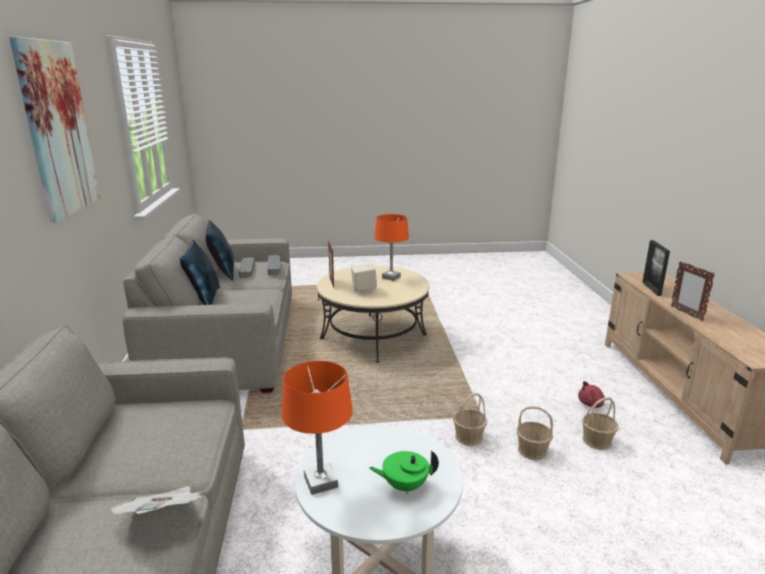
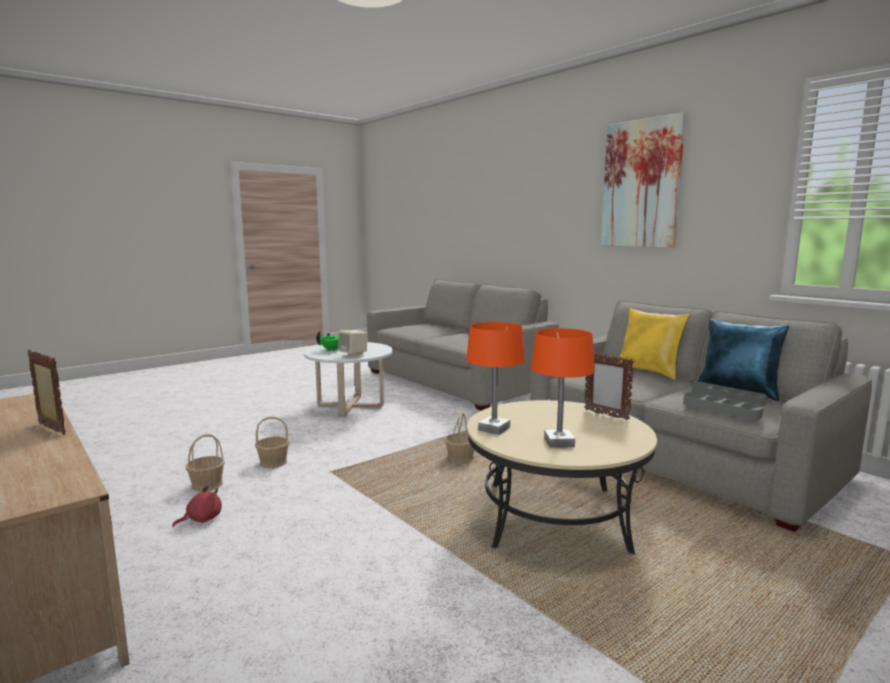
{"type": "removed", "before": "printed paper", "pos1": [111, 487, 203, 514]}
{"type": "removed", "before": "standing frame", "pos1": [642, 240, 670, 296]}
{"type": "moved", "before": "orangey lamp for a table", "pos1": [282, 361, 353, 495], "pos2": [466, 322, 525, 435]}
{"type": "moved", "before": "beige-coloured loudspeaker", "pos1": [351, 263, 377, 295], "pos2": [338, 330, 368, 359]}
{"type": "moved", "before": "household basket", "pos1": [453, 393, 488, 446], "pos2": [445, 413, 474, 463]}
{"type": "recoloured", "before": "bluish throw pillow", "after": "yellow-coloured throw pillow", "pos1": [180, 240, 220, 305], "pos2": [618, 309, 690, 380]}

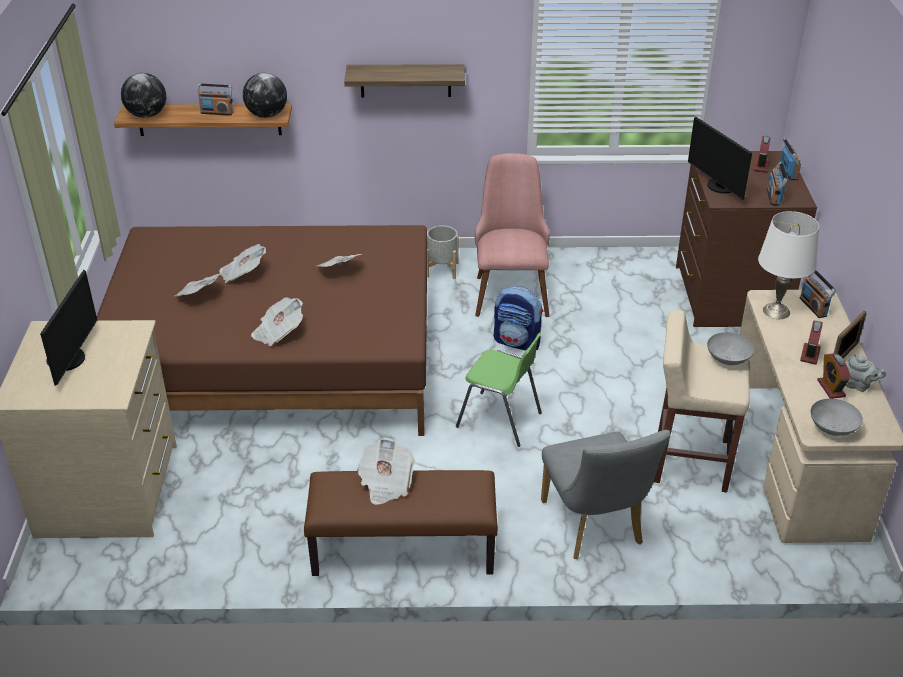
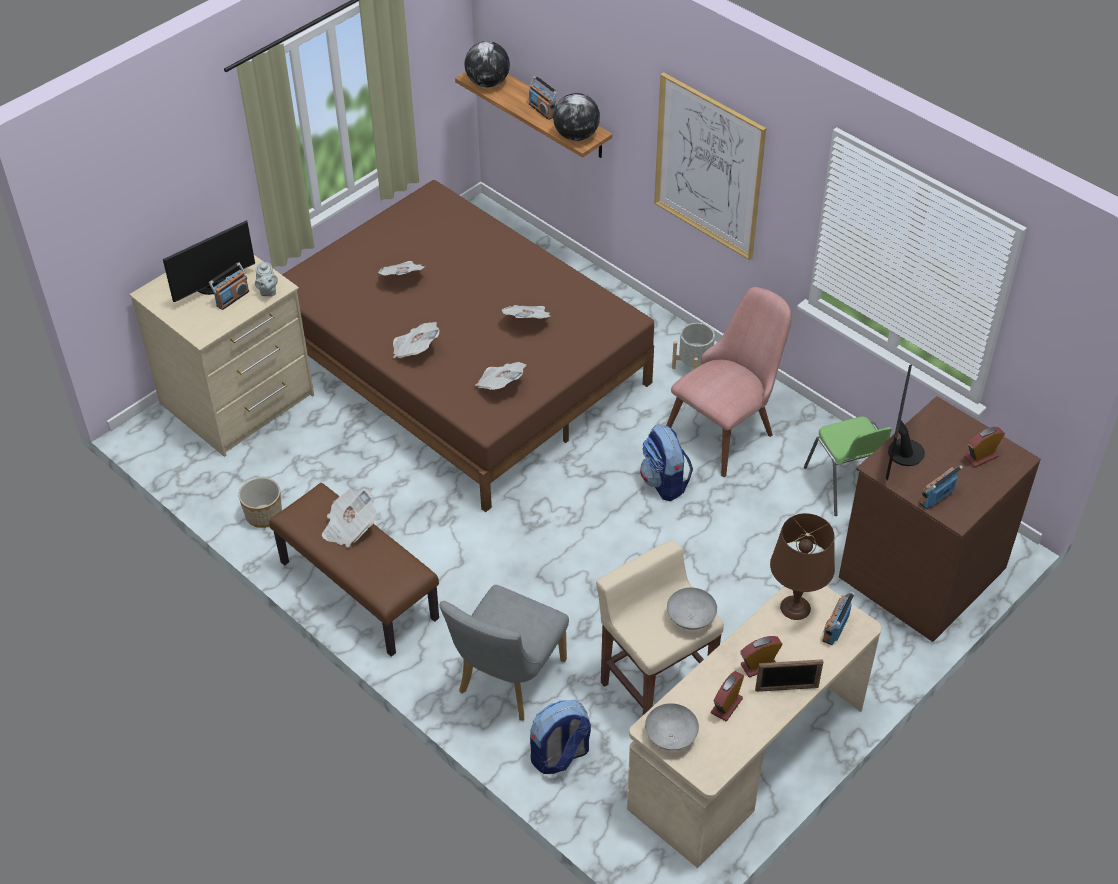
{"type": "added", "after": "planter", "pos2": [238, 477, 282, 528]}
{"type": "added", "after": "knapsack", "pos2": [530, 700, 591, 774]}
{"type": "moved", "before": "printed paper", "pos1": [219, 244, 266, 283], "pos2": [475, 362, 526, 390]}
{"type": "moved", "before": "greenish upright chair", "pos1": [456, 333, 542, 447], "pos2": [804, 416, 892, 516]}
{"type": "moved", "before": "radio", "pos1": [780, 138, 801, 180], "pos2": [209, 263, 249, 310]}
{"type": "moved", "before": "grey pot for tea", "pos1": [845, 354, 886, 392], "pos2": [255, 261, 278, 296]}
{"type": "replaced", "before": "wall shelf", "after": "wall art", "pos1": [344, 64, 465, 97], "pos2": [654, 72, 766, 260]}
{"type": "recoloured", "before": "whitish lamp for a table", "after": "brownish lamp for a table", "pos1": [758, 211, 819, 319], "pos2": [770, 513, 835, 620]}

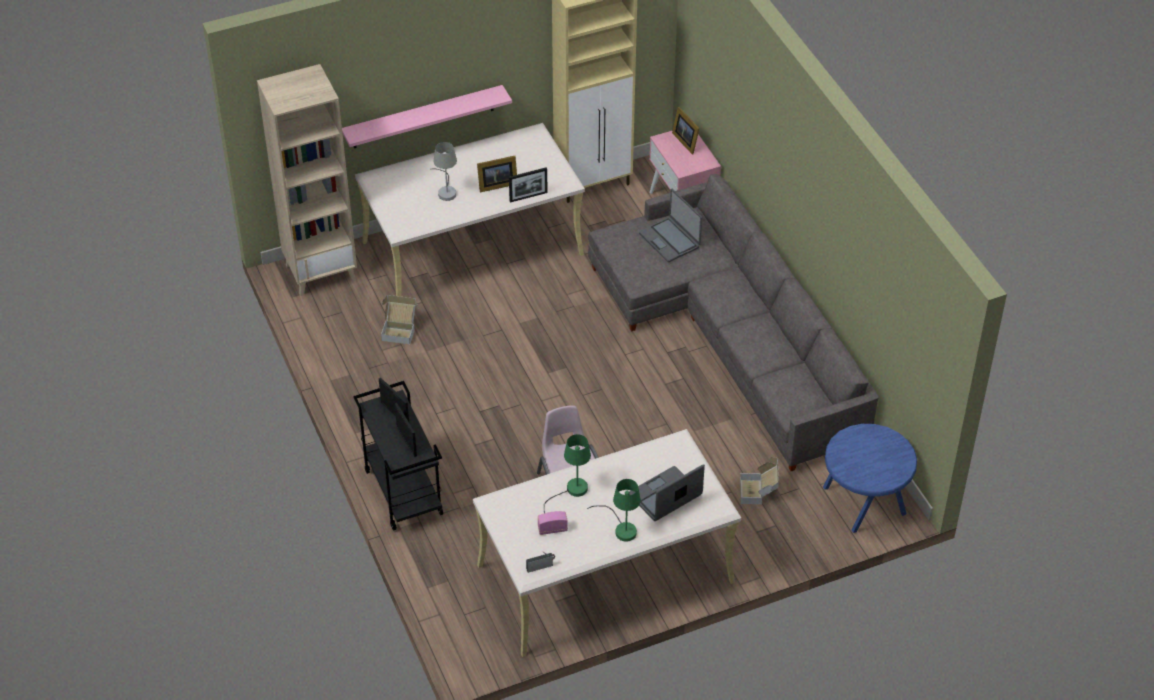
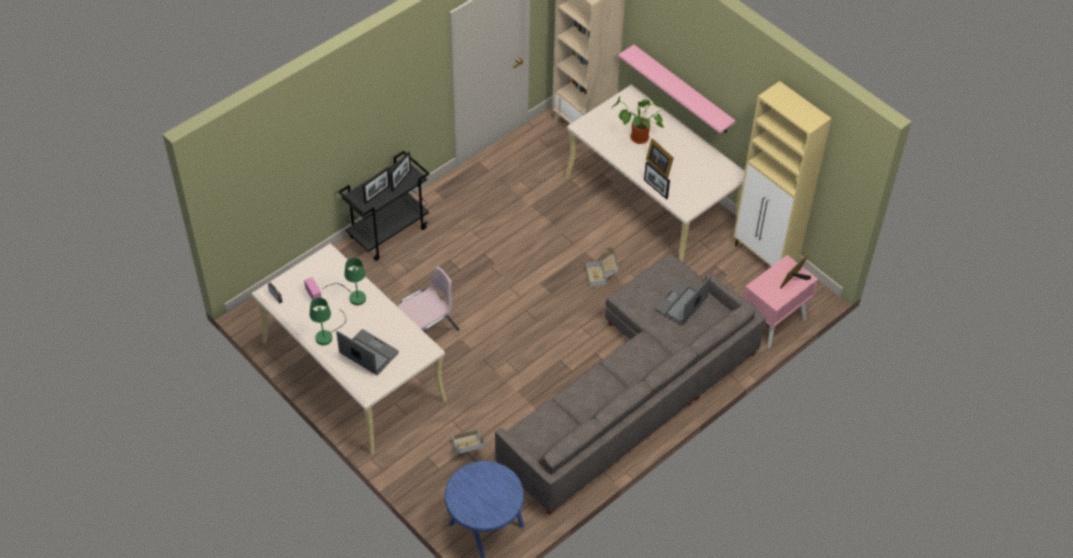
{"type": "moved", "before": "packing box", "pos1": [381, 295, 418, 345], "pos2": [586, 248, 618, 286]}
{"type": "replaced", "before": "grey lamp for a table", "after": "plant in a pot", "pos1": [434, 142, 457, 201], "pos2": [611, 96, 666, 144]}

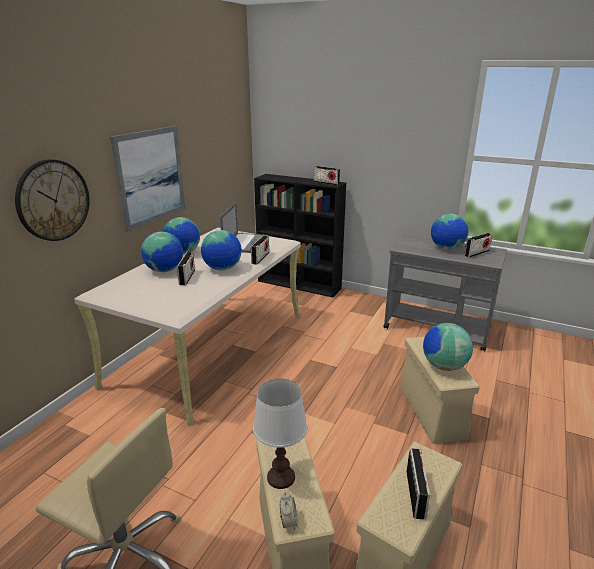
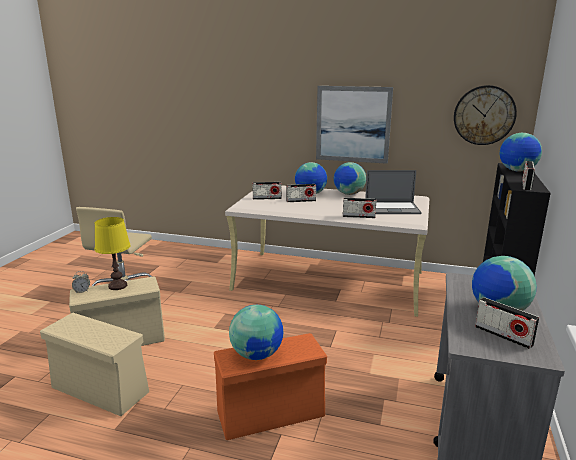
{"type": "moved", "before": "hanging clock", "pos1": [15, 159, 89, 241], "pos2": [454, 85, 517, 145]}
{"type": "moved", "before": "world globe", "pos1": [201, 230, 242, 270], "pos2": [500, 133, 542, 172]}
{"type": "moved", "before": "radio", "pos1": [407, 449, 430, 519], "pos2": [252, 182, 282, 200]}
{"type": "recoloured", "before": "whitish lamp for a table", "after": "yellow-coloured lamp for a table", "pos1": [253, 378, 307, 489], "pos2": [95, 217, 131, 290]}
{"type": "recoloured", "before": "beige-coloured storage box", "after": "orangey storage box", "pos1": [400, 337, 480, 444], "pos2": [214, 333, 327, 440]}

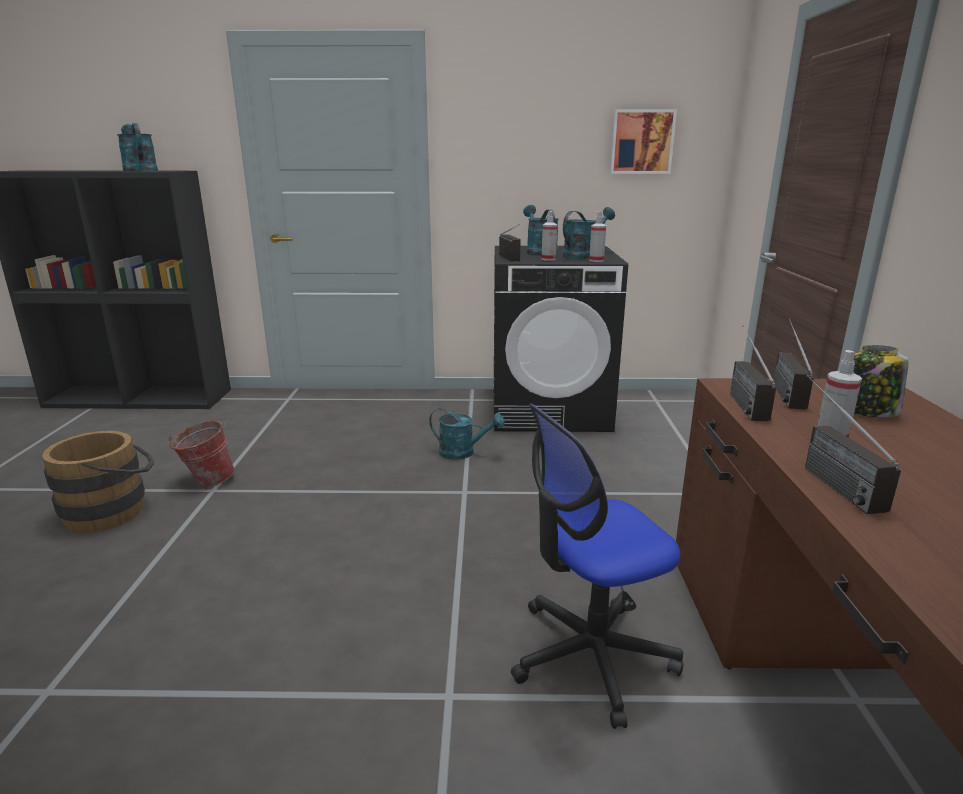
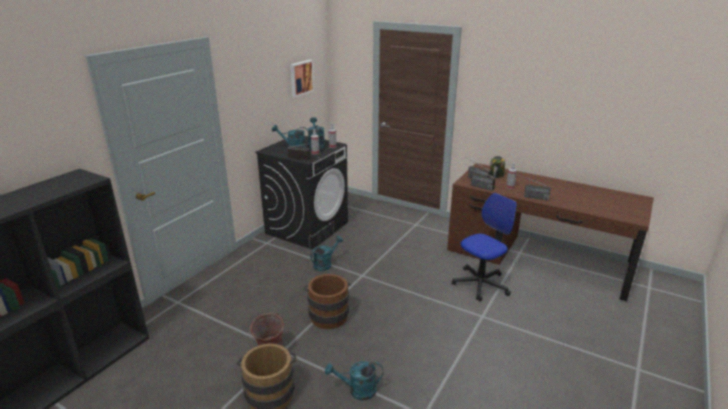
{"type": "added", "after": "brownish pail", "pos2": [303, 274, 351, 329]}
{"type": "moved", "before": "turquoise watering can", "pos1": [117, 123, 158, 172], "pos2": [325, 361, 383, 400]}
{"type": "turned", "before": "desk chair", "pos1": [511, 403, 683, 729], "pos2": [451, 193, 517, 301], "turn": -135}

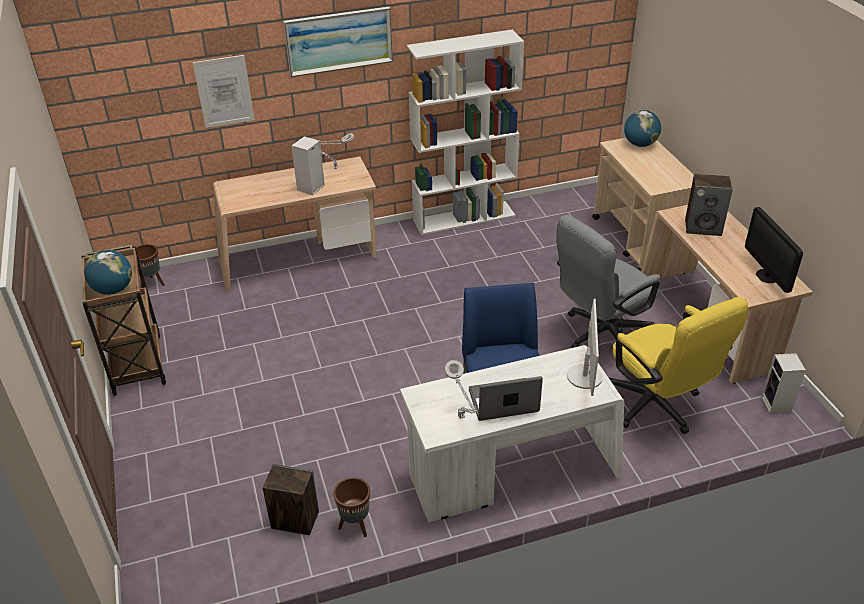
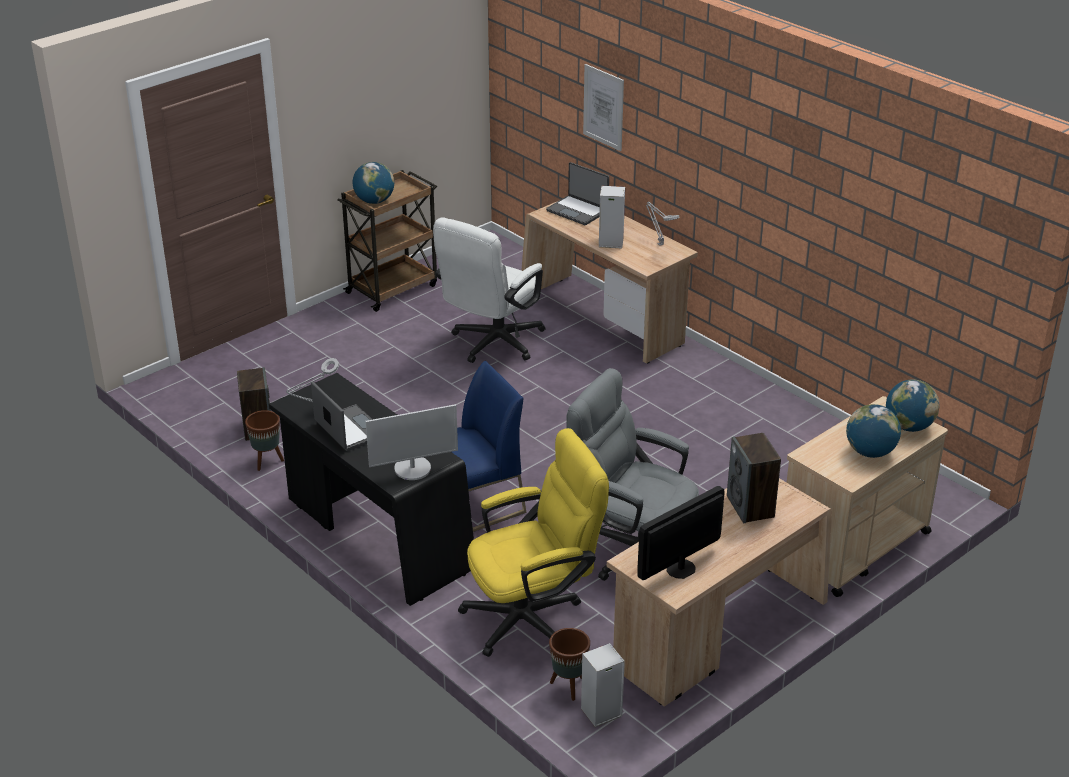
{"type": "removed", "before": "wall art", "pos1": [283, 7, 393, 77]}
{"type": "removed", "before": "whitish shelving unit", "pos1": [407, 29, 524, 235]}
{"type": "added", "after": "whitish desk chair", "pos2": [433, 217, 546, 363]}
{"type": "added", "after": "notebook computer", "pos2": [546, 162, 609, 225]}
{"type": "added", "after": "world globe", "pos2": [846, 404, 901, 458]}
{"type": "moved", "before": "brownish planter", "pos1": [136, 244, 165, 288], "pos2": [549, 628, 590, 701]}
{"type": "recoloured", "before": "whitish desk", "after": "black-coloured desk", "pos1": [400, 345, 624, 523], "pos2": [269, 373, 474, 606]}
{"type": "turned", "before": "yellow-coloured desk chair", "pos1": [608, 297, 748, 434], "pos2": [458, 428, 609, 657], "turn": -150}

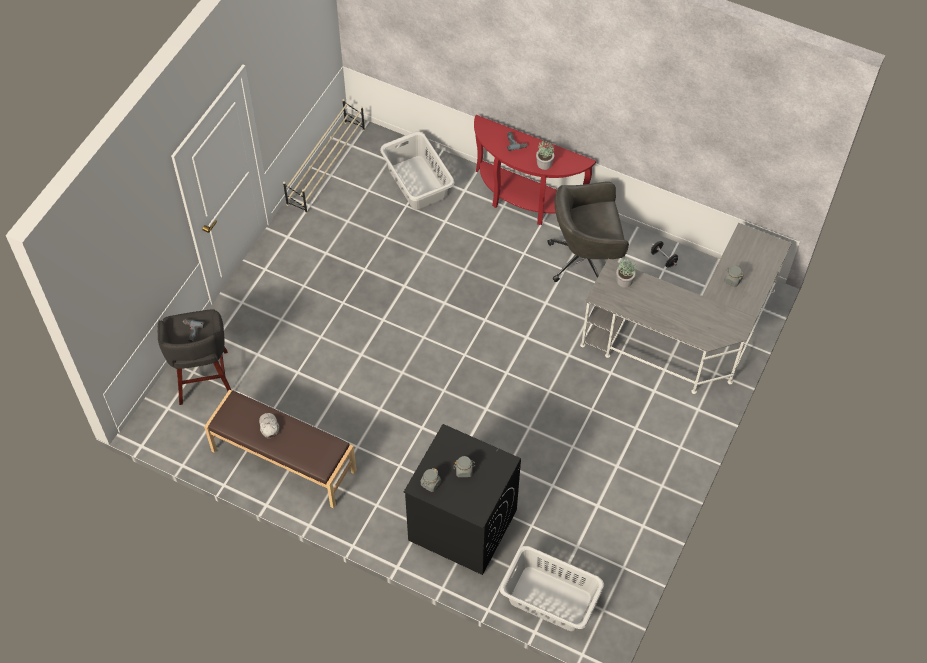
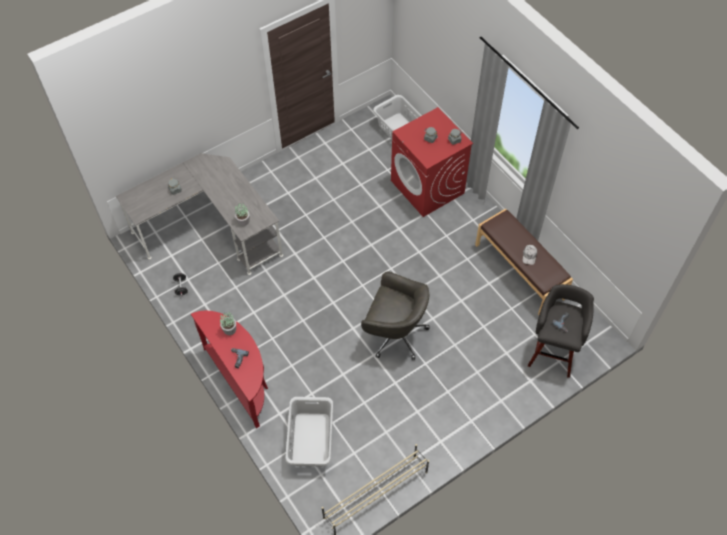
{"type": "moved", "before": "grey desk chair", "pos1": [547, 181, 629, 282], "pos2": [361, 271, 430, 360]}
{"type": "recoloured", "before": "black-coloured washing machine", "after": "reddish washing machine", "pos1": [404, 424, 521, 575], "pos2": [391, 107, 473, 217]}

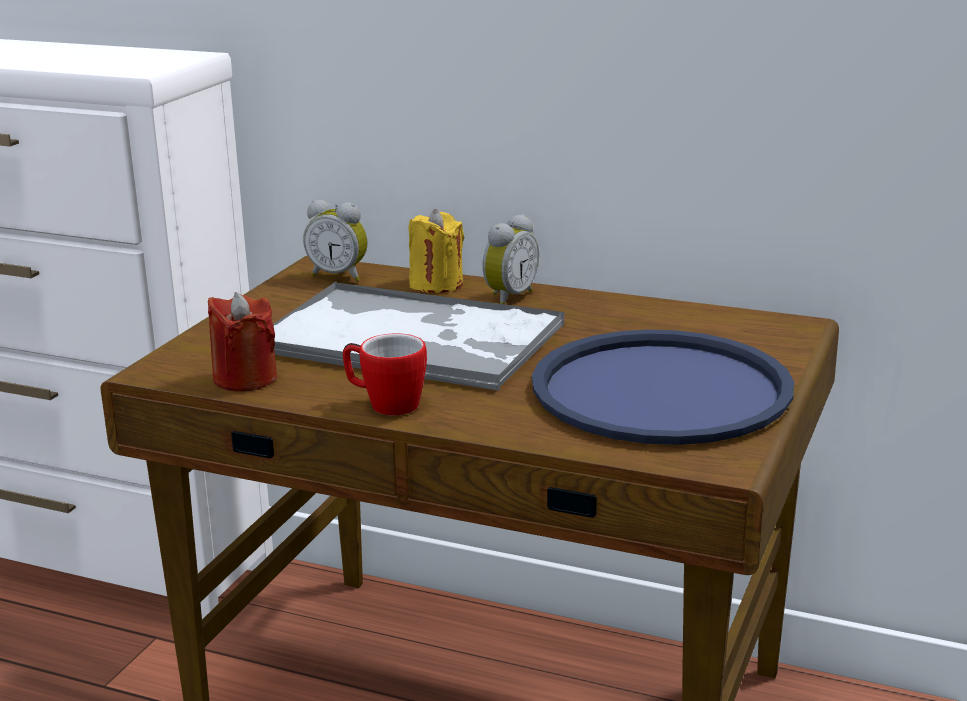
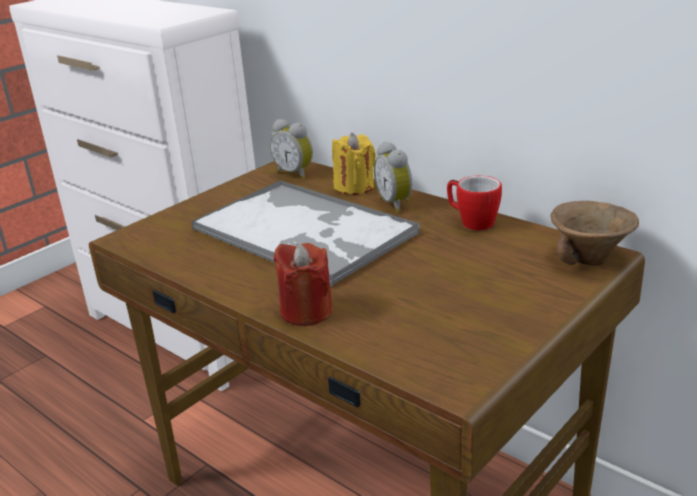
{"type": "removed", "before": "bluish carrying tray", "pos1": [532, 330, 794, 445]}
{"type": "added", "after": "brownish bowl", "pos2": [551, 201, 639, 265]}
{"type": "moved", "before": "reddish candle", "pos1": [208, 292, 277, 392], "pos2": [273, 243, 332, 326]}
{"type": "moved", "before": "tea mug", "pos1": [343, 333, 427, 416], "pos2": [447, 176, 502, 231]}
{"type": "turned", "before": "bedside clock", "pos1": [482, 214, 539, 304], "pos2": [374, 141, 412, 212], "turn": 105}

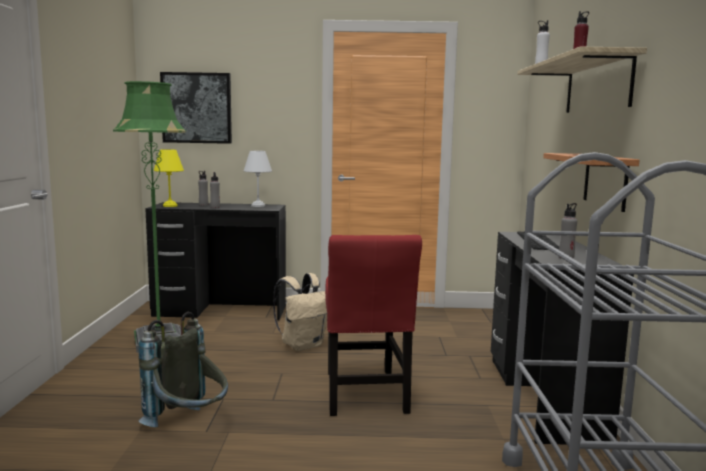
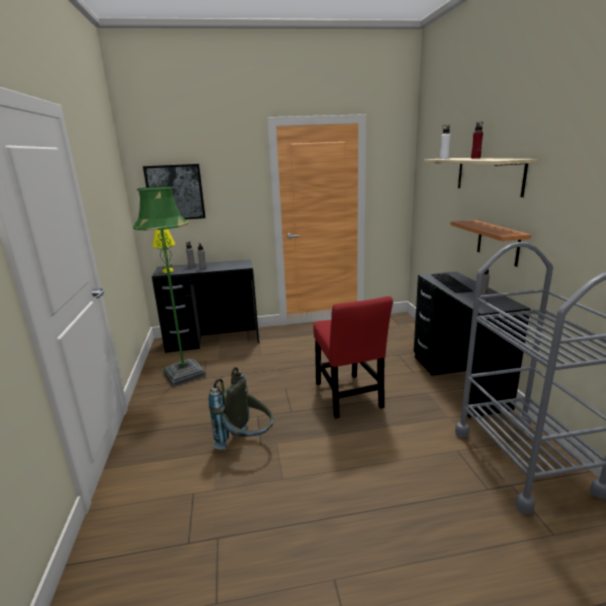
{"type": "removed", "before": "whitish lamp for a table", "pos1": [244, 151, 272, 207]}
{"type": "removed", "before": "beige-coloured knapsack", "pos1": [273, 273, 327, 351]}

